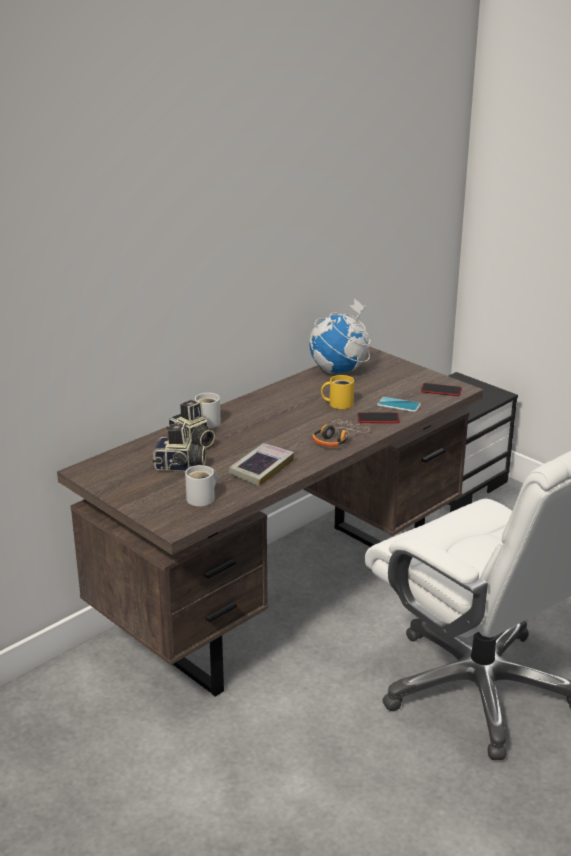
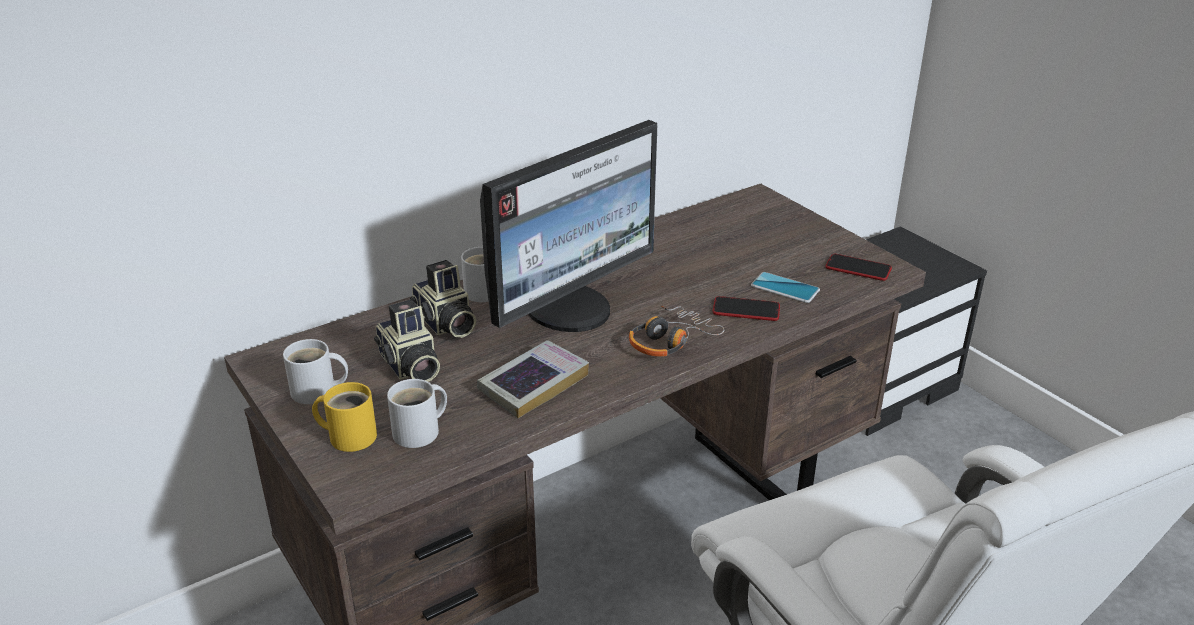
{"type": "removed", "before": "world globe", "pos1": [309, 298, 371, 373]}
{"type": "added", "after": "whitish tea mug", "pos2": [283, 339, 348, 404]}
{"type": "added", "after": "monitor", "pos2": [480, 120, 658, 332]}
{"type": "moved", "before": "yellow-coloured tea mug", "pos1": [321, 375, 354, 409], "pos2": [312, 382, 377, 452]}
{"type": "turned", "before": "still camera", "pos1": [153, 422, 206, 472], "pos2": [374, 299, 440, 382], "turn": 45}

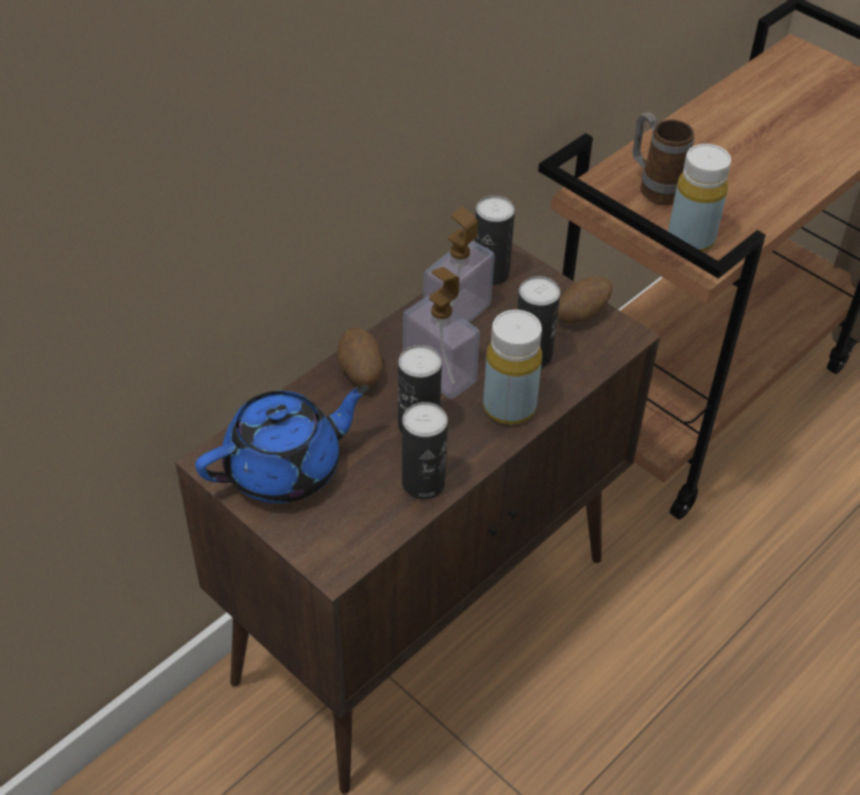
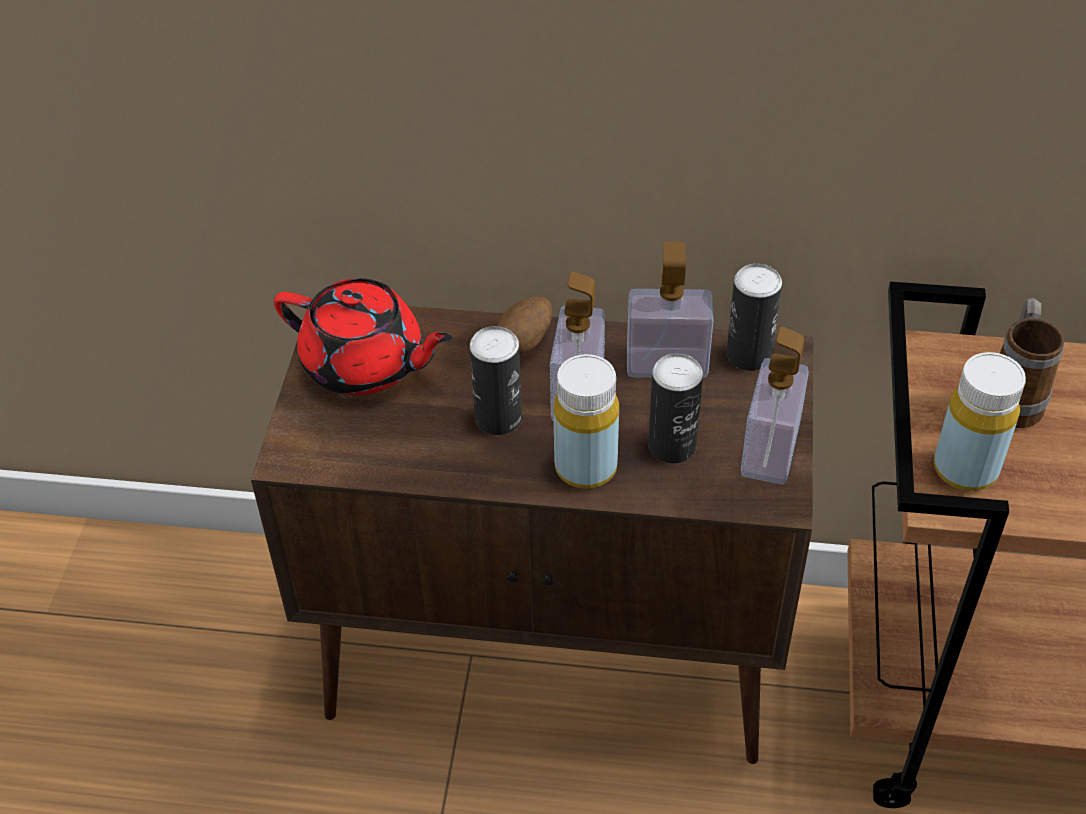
{"type": "removed", "before": "can", "pos1": [402, 402, 448, 499]}
{"type": "replaced", "before": "spud", "after": "soap dispenser", "pos1": [557, 276, 612, 323], "pos2": [741, 327, 809, 485]}
{"type": "recoloured", "before": "bluish pot for tea", "after": "reddish pot for tea", "pos1": [195, 385, 369, 503], "pos2": [274, 278, 453, 395]}

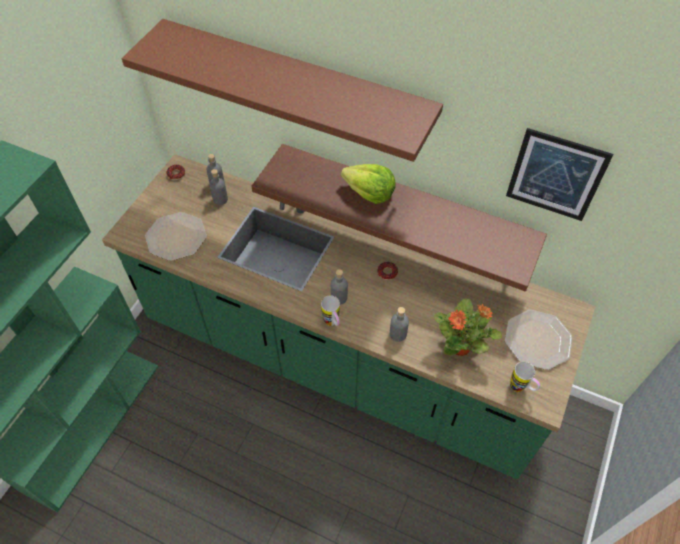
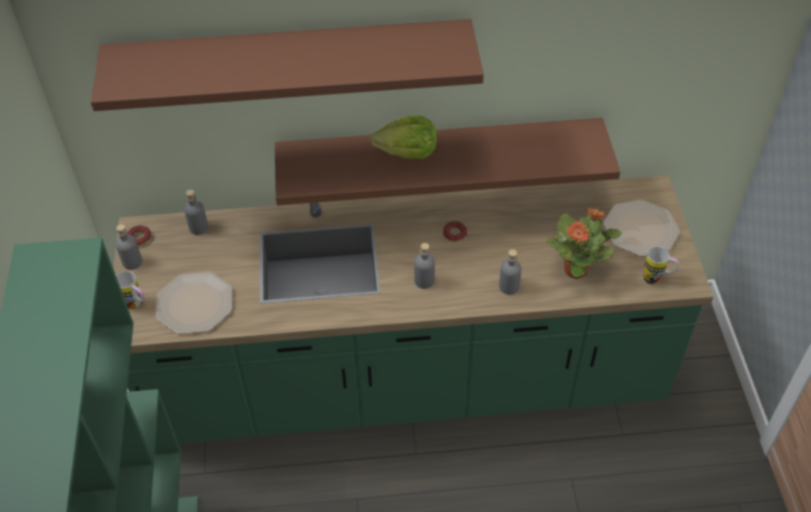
{"type": "removed", "before": "wall art", "pos1": [506, 128, 613, 221]}
{"type": "moved", "before": "grey bottle", "pos1": [209, 169, 228, 205], "pos2": [116, 224, 142, 270]}
{"type": "moved", "before": "tea mug", "pos1": [321, 295, 340, 326], "pos2": [116, 271, 144, 309]}

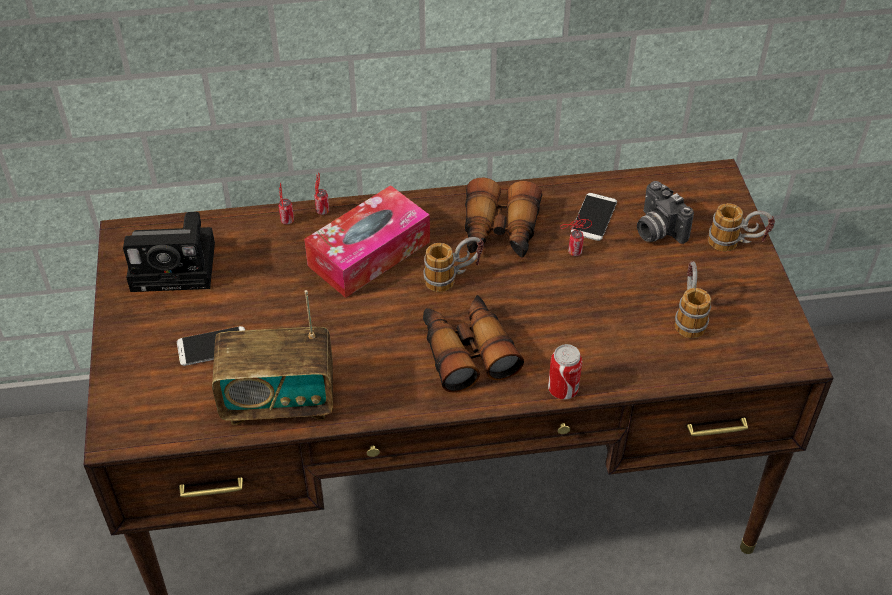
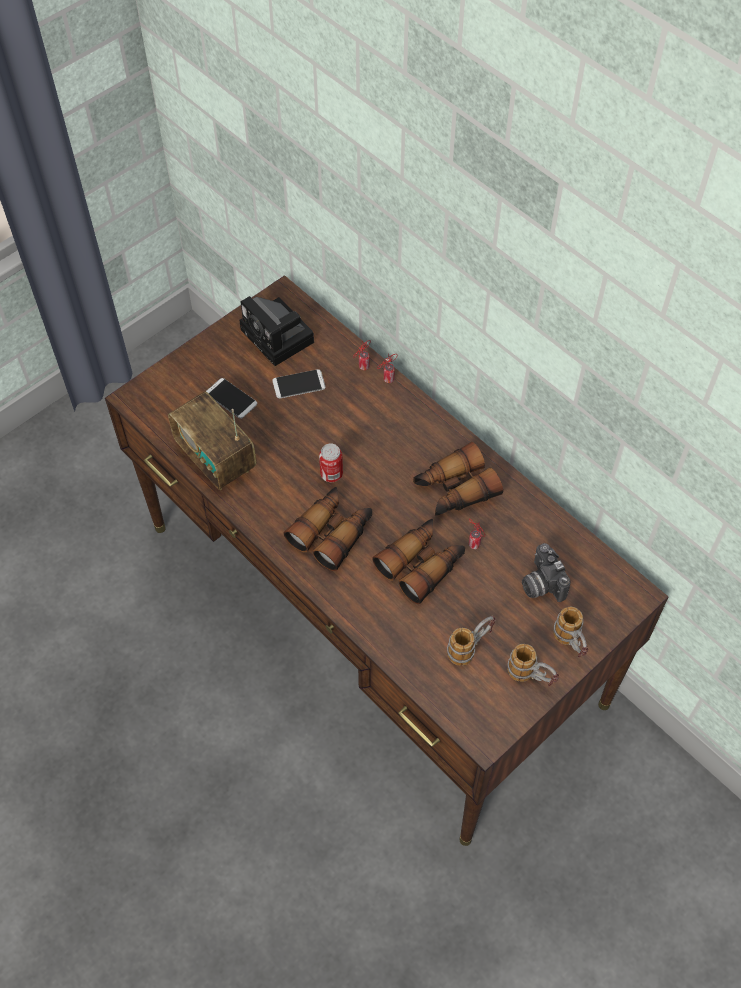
{"type": "removed", "before": "tissue box", "pos1": [304, 185, 430, 298]}
{"type": "added", "after": "field glasses", "pos2": [372, 519, 465, 604]}
{"type": "moved", "before": "tea mug", "pos1": [423, 237, 484, 292], "pos2": [507, 644, 559, 687]}
{"type": "moved", "before": "can", "pos1": [548, 344, 582, 399], "pos2": [319, 443, 343, 482]}
{"type": "moved", "before": "handset", "pos1": [571, 193, 617, 241], "pos2": [272, 369, 326, 399]}
{"type": "turned", "before": "still camera", "pos1": [637, 181, 694, 244], "pos2": [522, 543, 571, 602], "turn": -45}

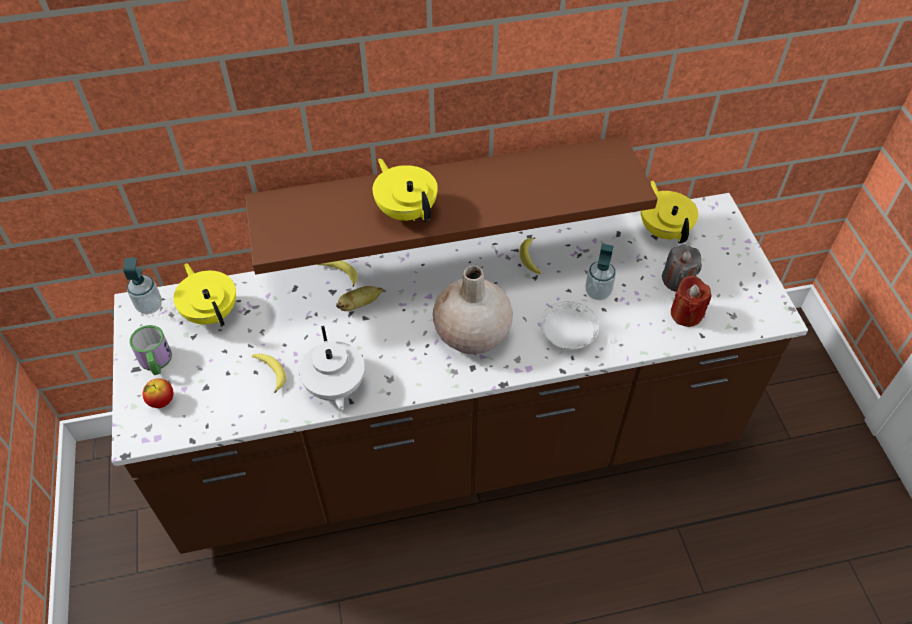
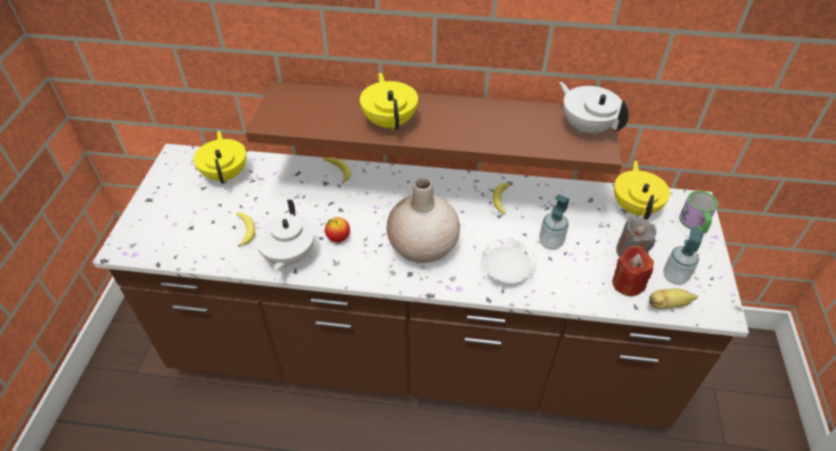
{"type": "added", "after": "whitish pot for tea", "pos2": [559, 82, 629, 135]}
{"type": "moved", "before": "soap dispenser", "pos1": [123, 258, 162, 314], "pos2": [663, 228, 703, 285]}
{"type": "moved", "before": "tea mug", "pos1": [129, 325, 172, 375], "pos2": [679, 191, 718, 233]}
{"type": "moved", "before": "apple fruit", "pos1": [143, 379, 173, 408], "pos2": [325, 217, 350, 243]}
{"type": "moved", "before": "whole banana", "pos1": [336, 286, 383, 311], "pos2": [649, 289, 698, 309]}

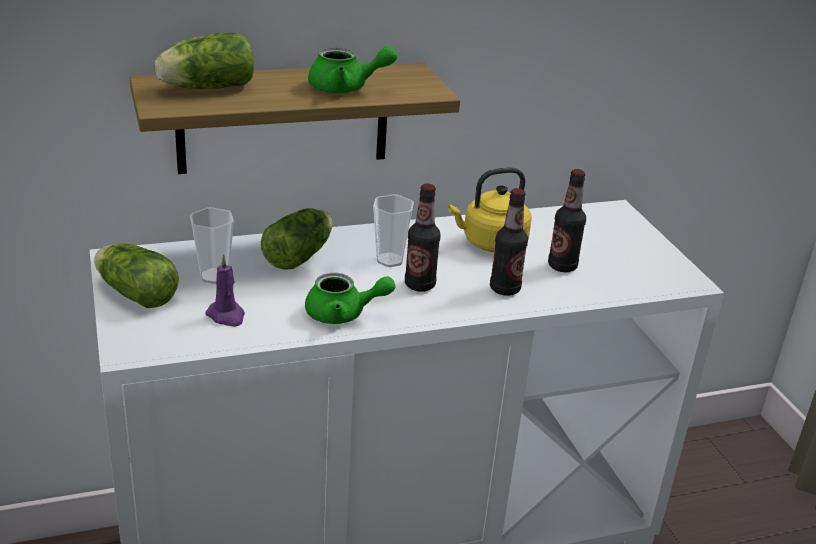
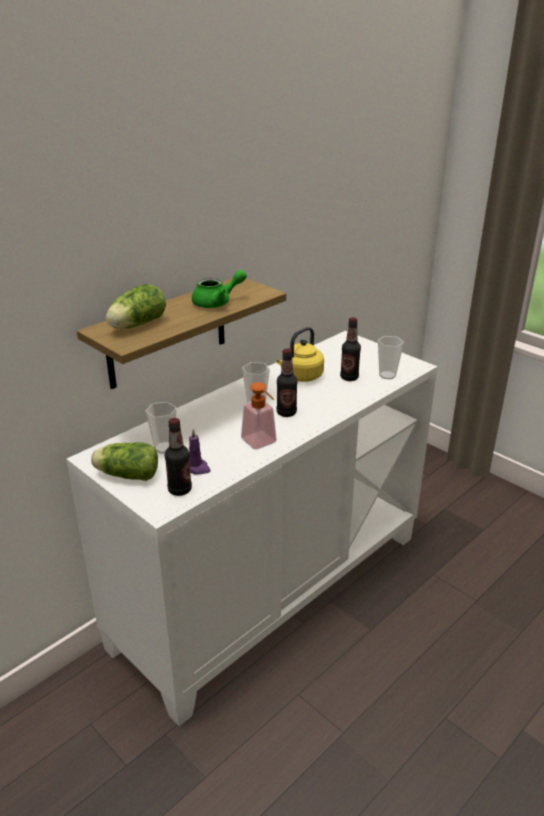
{"type": "removed", "before": "lettuce head", "pos1": [261, 208, 333, 270]}
{"type": "added", "after": "drinking cup", "pos2": [378, 336, 404, 379]}
{"type": "moved", "before": "bottle", "pos1": [490, 188, 528, 296], "pos2": [165, 418, 192, 496]}
{"type": "replaced", "before": "greenish pot for tea", "after": "soap dispenser", "pos1": [305, 273, 395, 324], "pos2": [241, 382, 277, 450]}

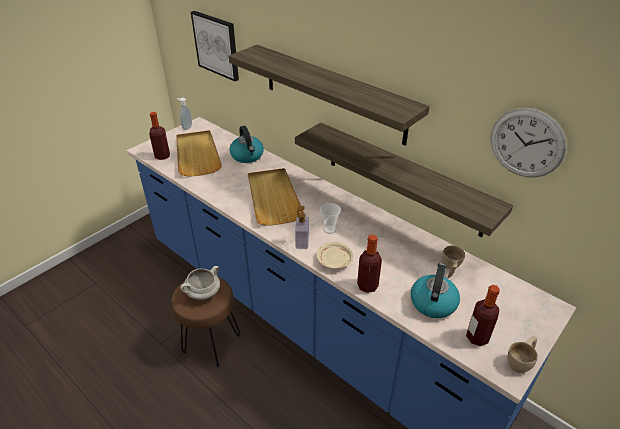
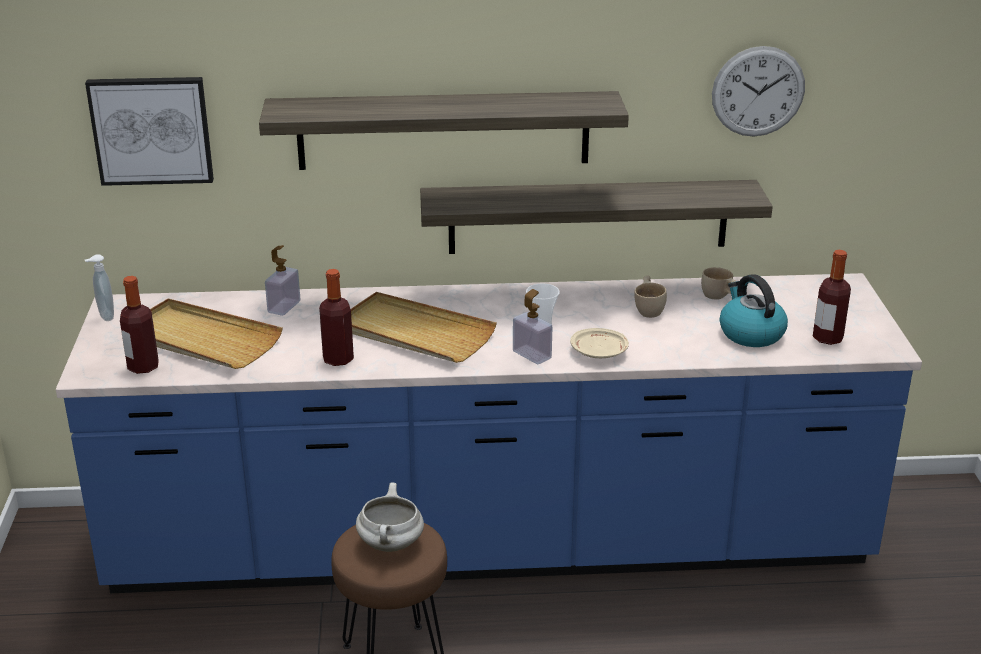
{"type": "moved", "before": "bottle", "pos1": [357, 234, 382, 293], "pos2": [319, 269, 354, 366]}
{"type": "moved", "before": "beige-coloured drinking cup", "pos1": [508, 336, 538, 373], "pos2": [634, 276, 667, 318]}
{"type": "replaced", "before": "water kettle", "after": "soap dispenser", "pos1": [229, 126, 264, 163], "pos2": [265, 245, 300, 316]}

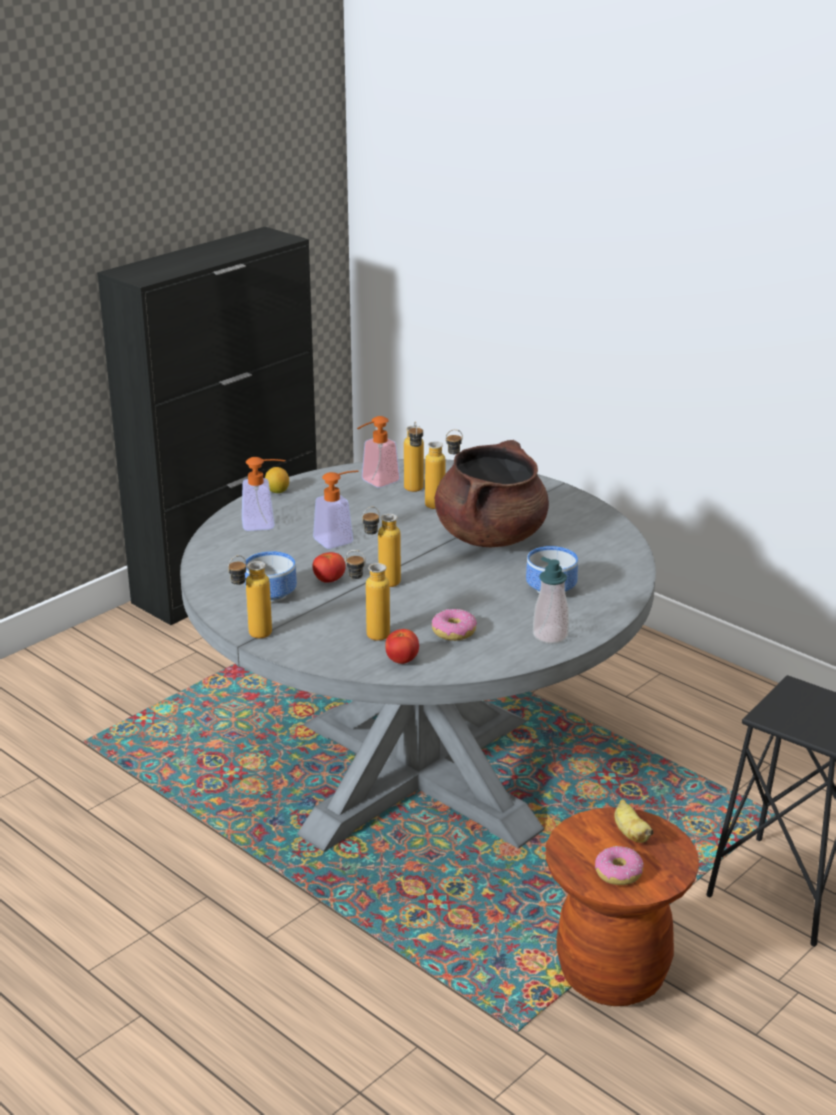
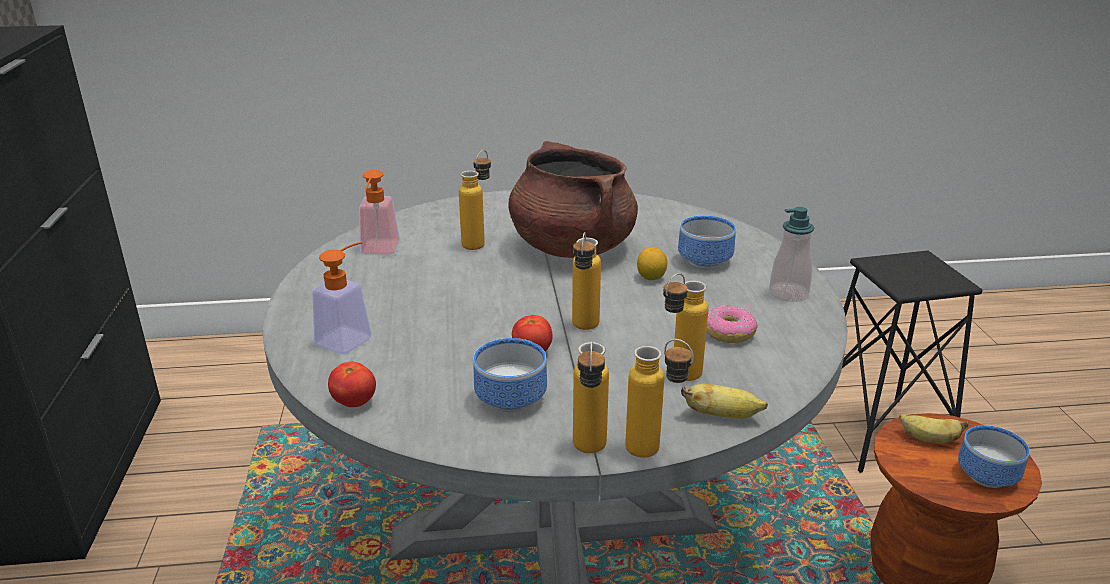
{"type": "removed", "before": "soap dispenser", "pos1": [313, 471, 358, 549]}
{"type": "added", "after": "whole banana", "pos2": [681, 384, 768, 419]}
{"type": "moved", "before": "lemon", "pos1": [265, 467, 289, 493], "pos2": [637, 247, 667, 280]}
{"type": "moved", "before": "fresh tomato", "pos1": [385, 629, 419, 664], "pos2": [328, 361, 376, 407]}
{"type": "moved", "before": "bottle", "pos1": [404, 421, 424, 492], "pos2": [625, 339, 694, 458]}
{"type": "replaced", "before": "doughnut", "after": "bowl", "pos1": [595, 846, 644, 885], "pos2": [958, 425, 1030, 488]}

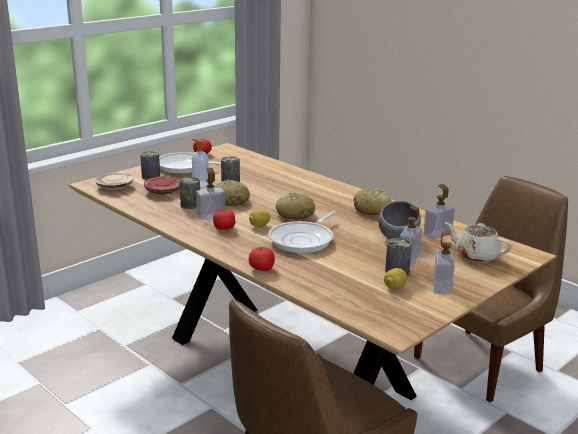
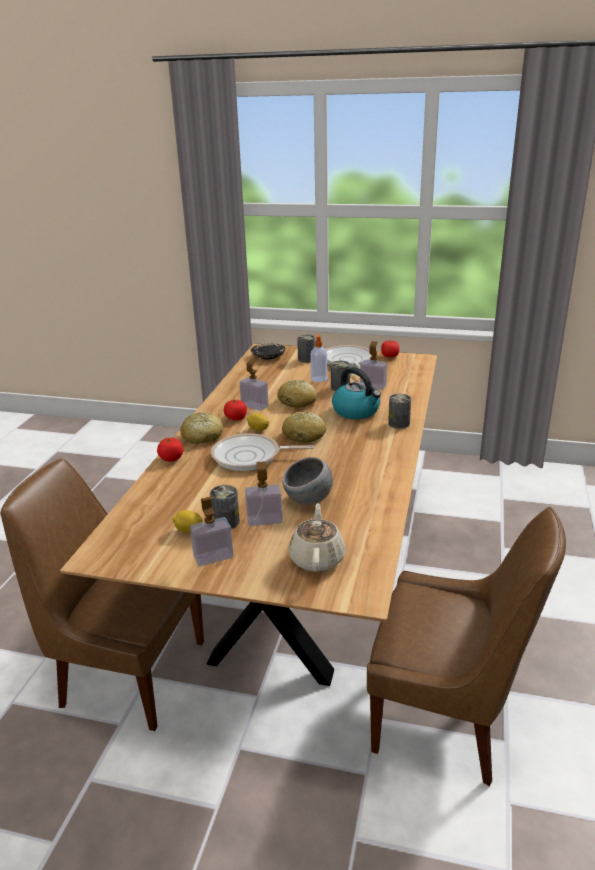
{"type": "removed", "before": "reddish plate", "pos1": [144, 176, 180, 195]}
{"type": "added", "after": "water kettle", "pos2": [332, 367, 381, 419]}
{"type": "moved", "before": "can", "pos1": [180, 177, 200, 209], "pos2": [388, 394, 411, 429]}
{"type": "moved", "before": "bakery bread", "pos1": [354, 187, 391, 215], "pos2": [180, 412, 223, 444]}
{"type": "moved", "before": "soap dispenser", "pos1": [423, 184, 455, 239], "pos2": [360, 341, 387, 390]}
{"type": "recoloured", "before": "beige-coloured plate", "after": "black-coloured plate", "pos1": [95, 172, 134, 190], "pos2": [251, 343, 285, 360]}

